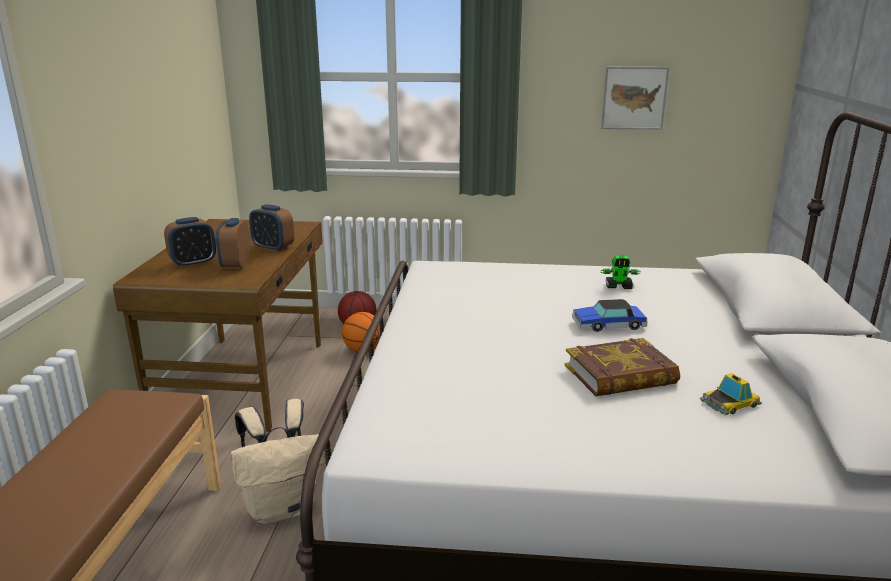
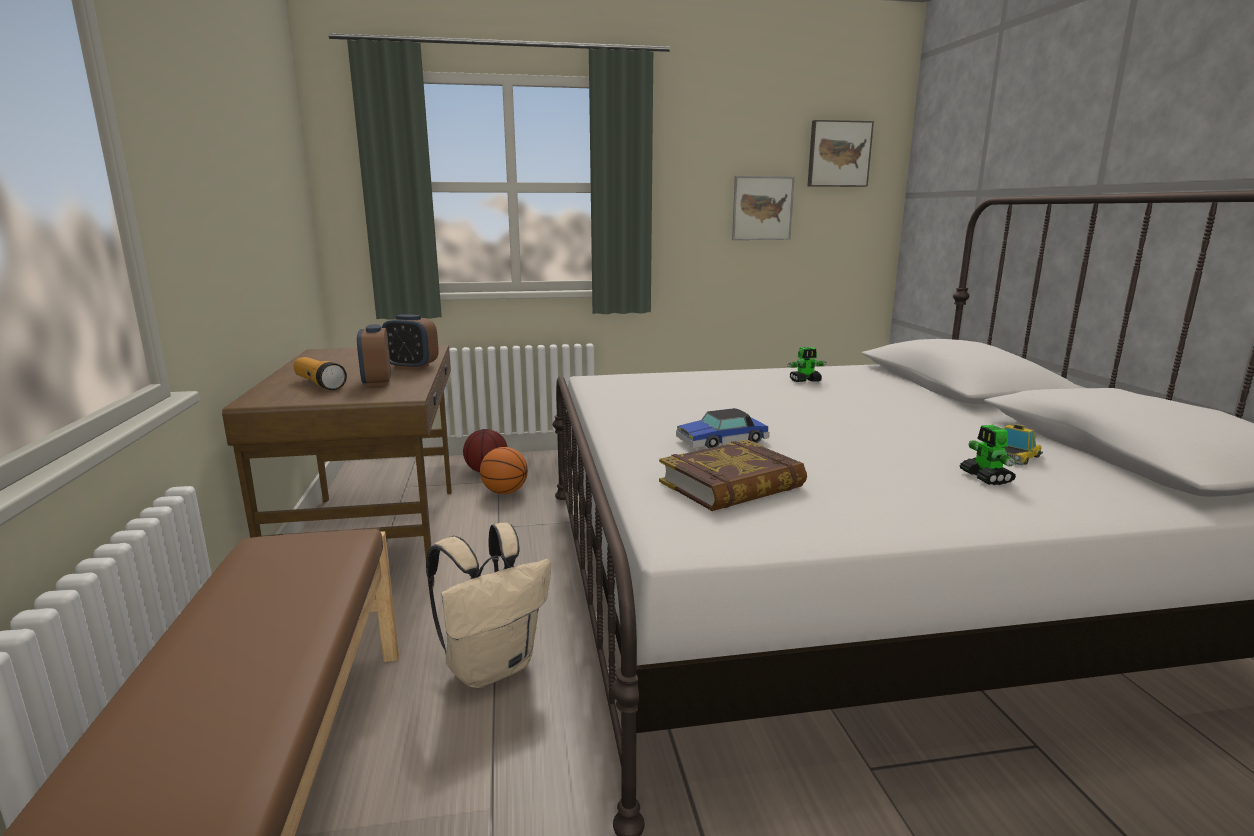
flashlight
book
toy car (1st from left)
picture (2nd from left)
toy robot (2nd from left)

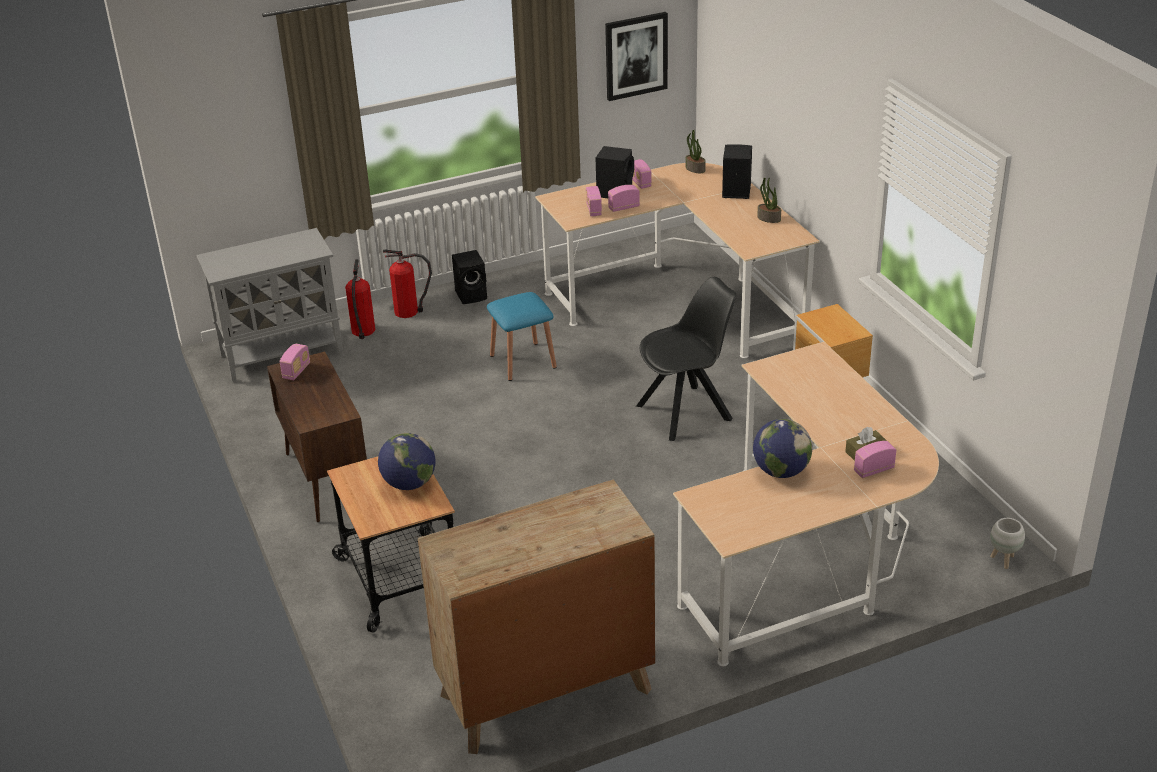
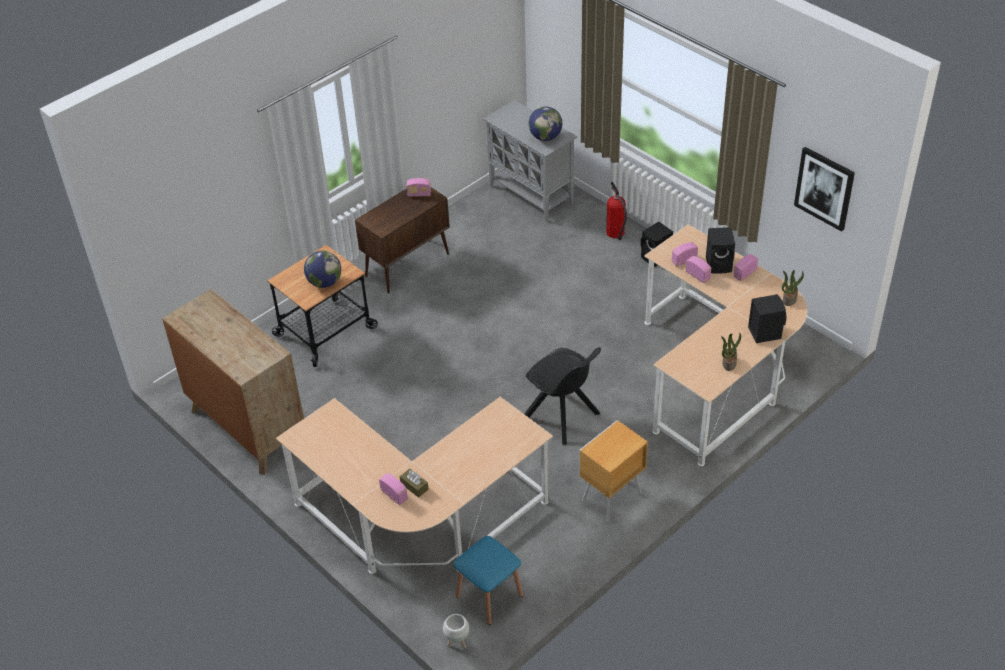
stool/blue
globe (2nd from left)
fire extinguisher (1st from left in the first image)

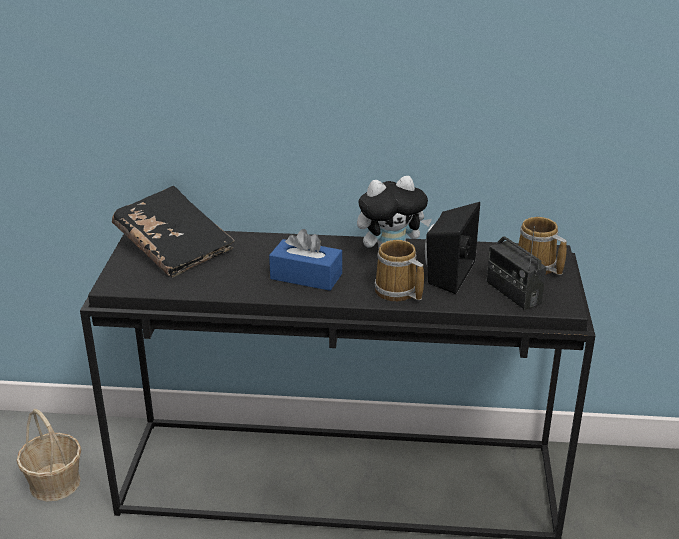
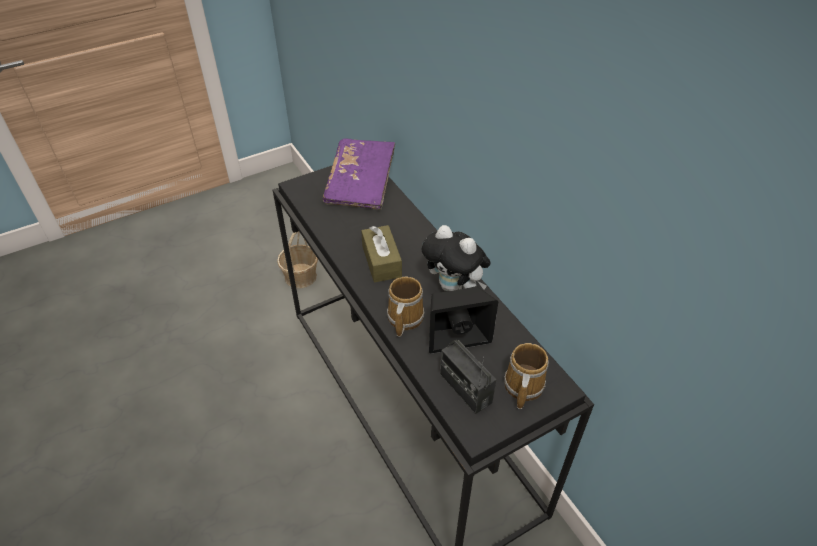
book/purple
tissue box/brown
radio

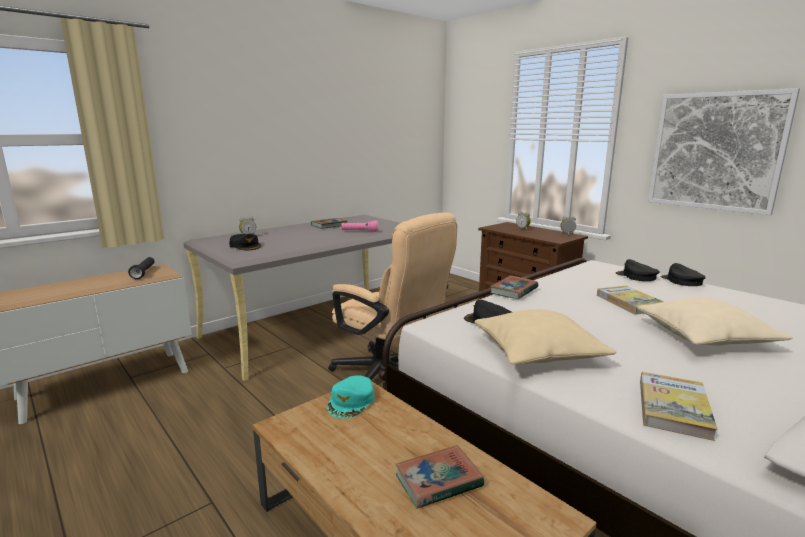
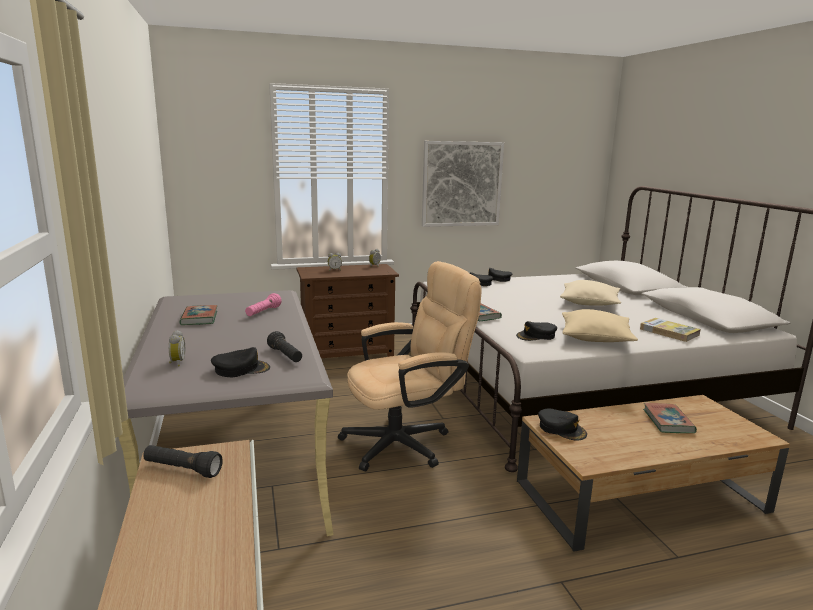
flashlight/black (2nd from left)
cap/black (5th from left)
book (4th from left in the first image)

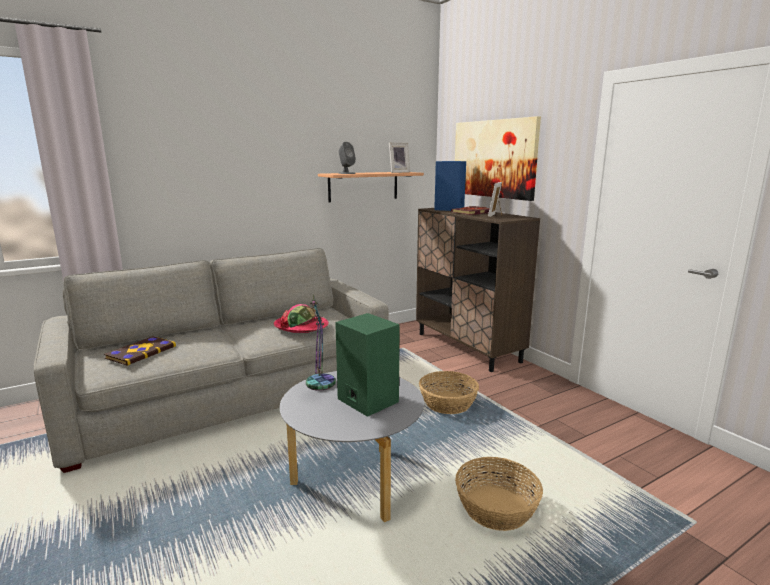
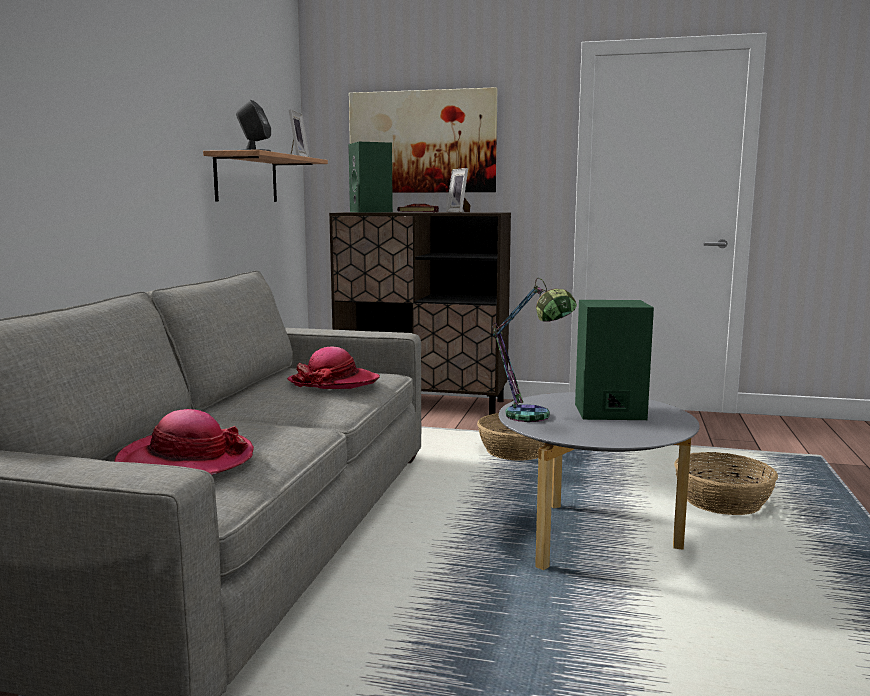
hat (1st from left)
speaker/green (1st from left)

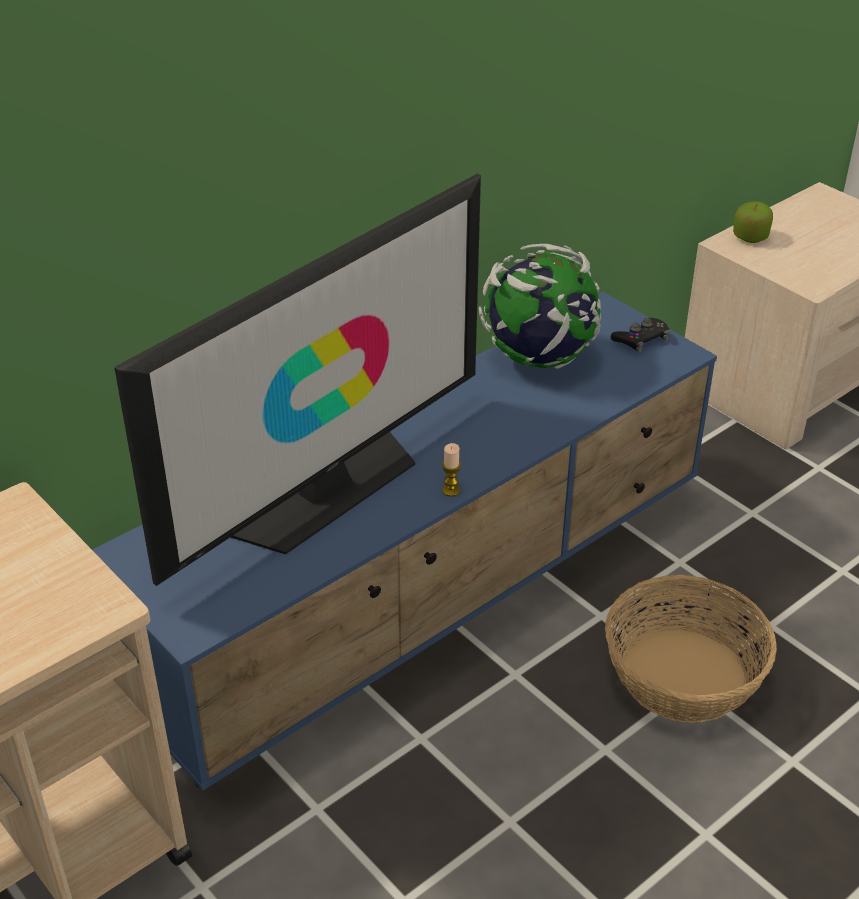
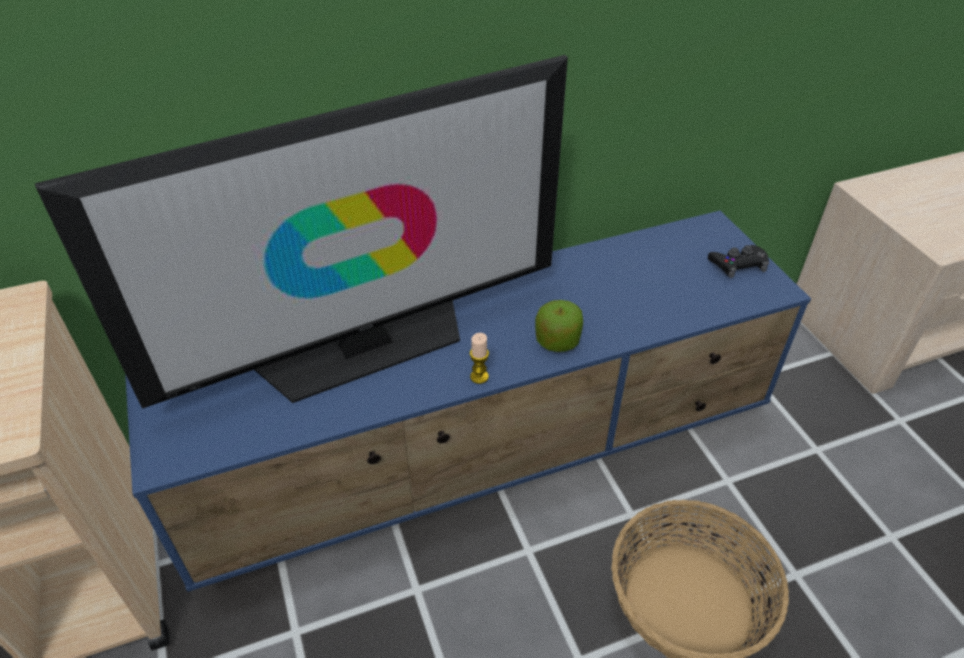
apple
globe

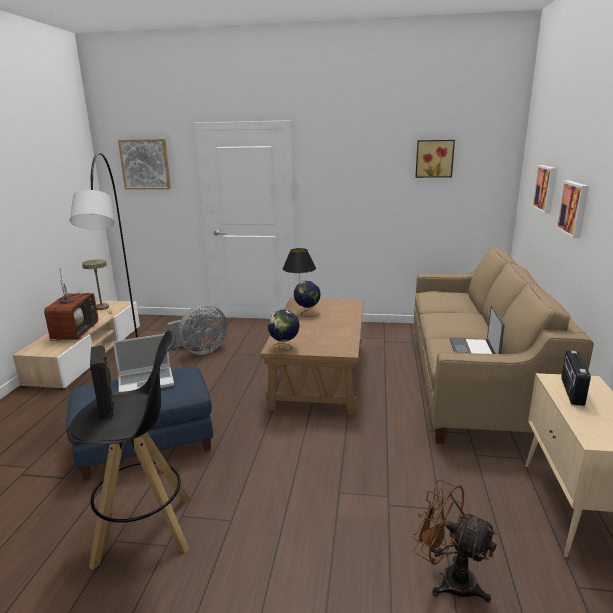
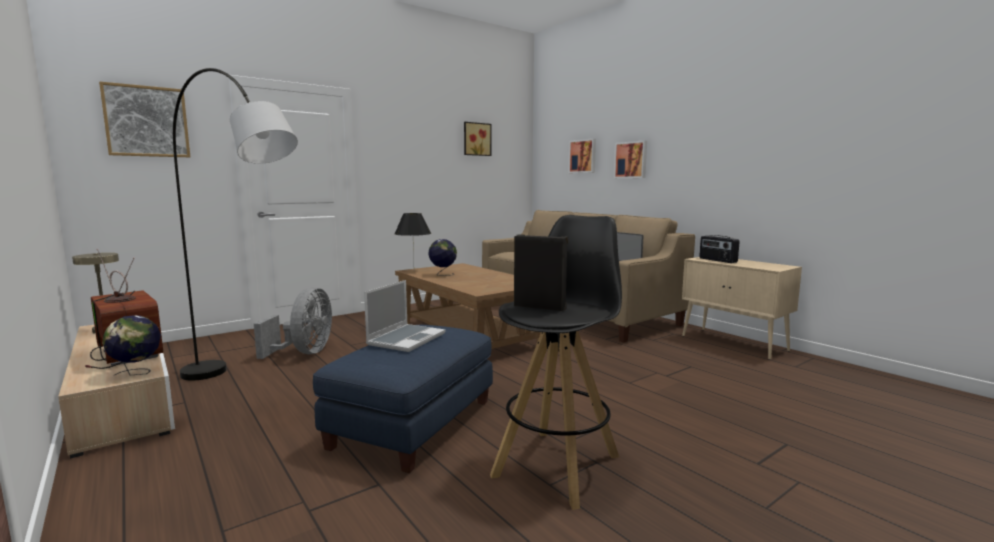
globe (1st from left)
fan/brown

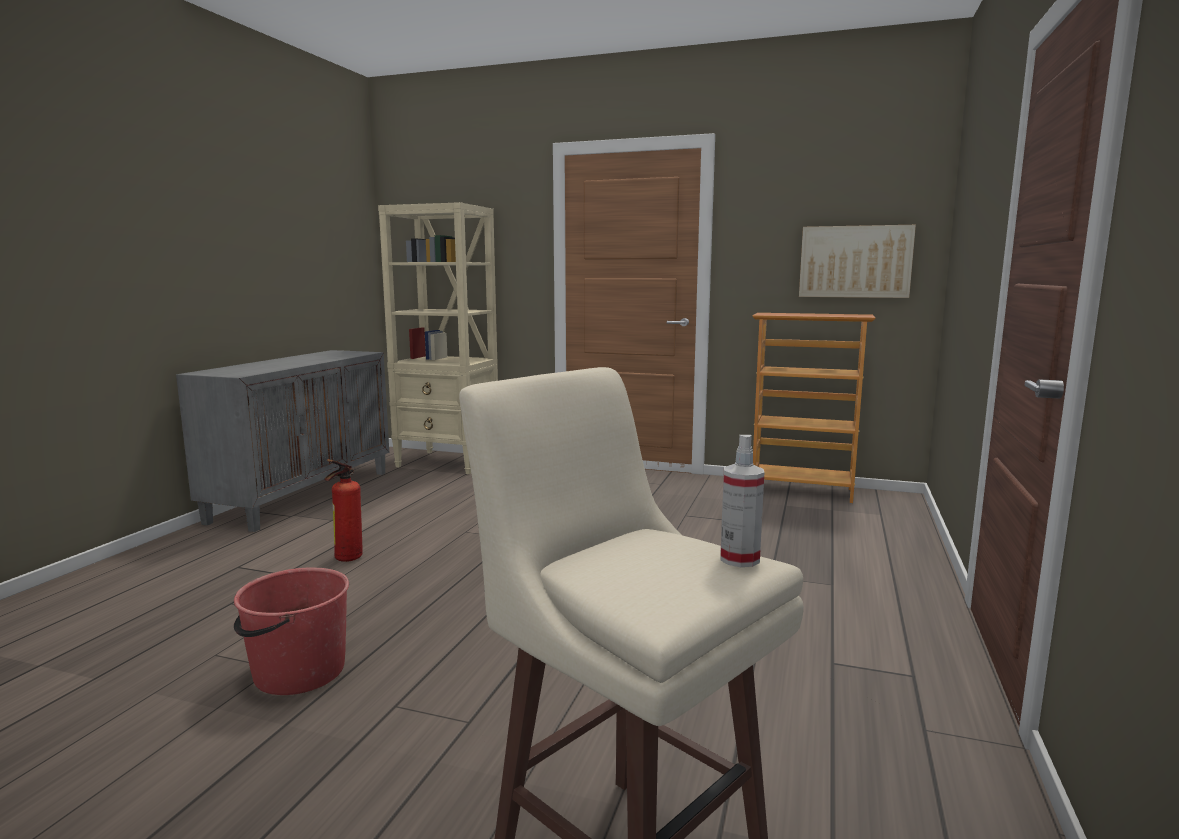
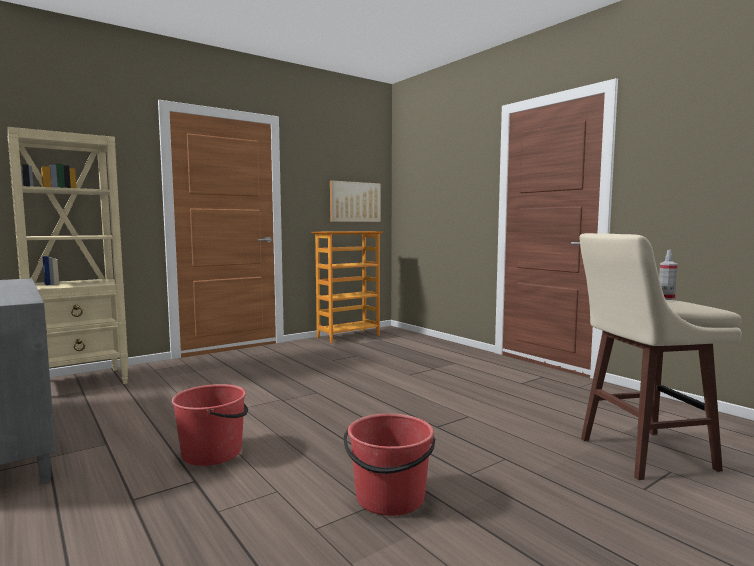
bucket/red (1st from left)

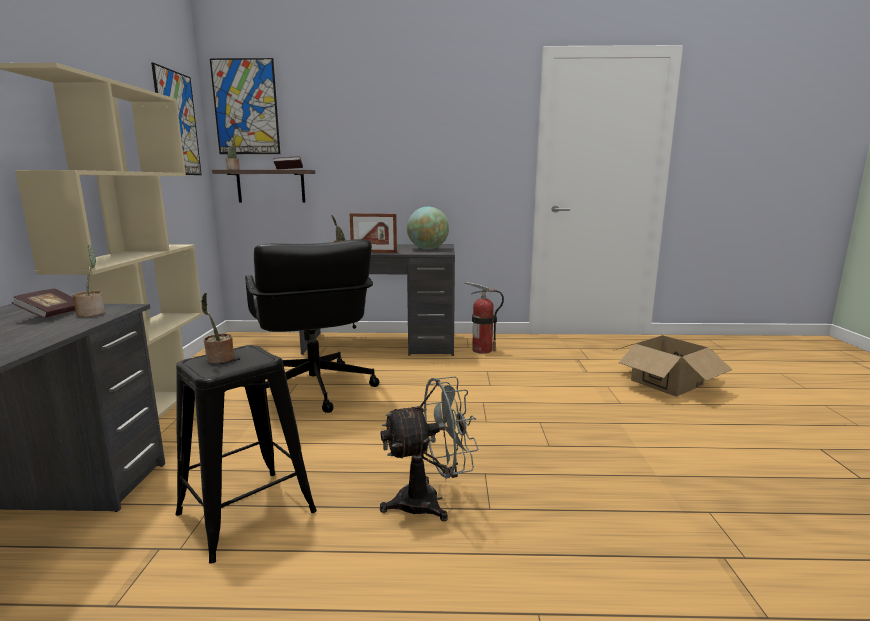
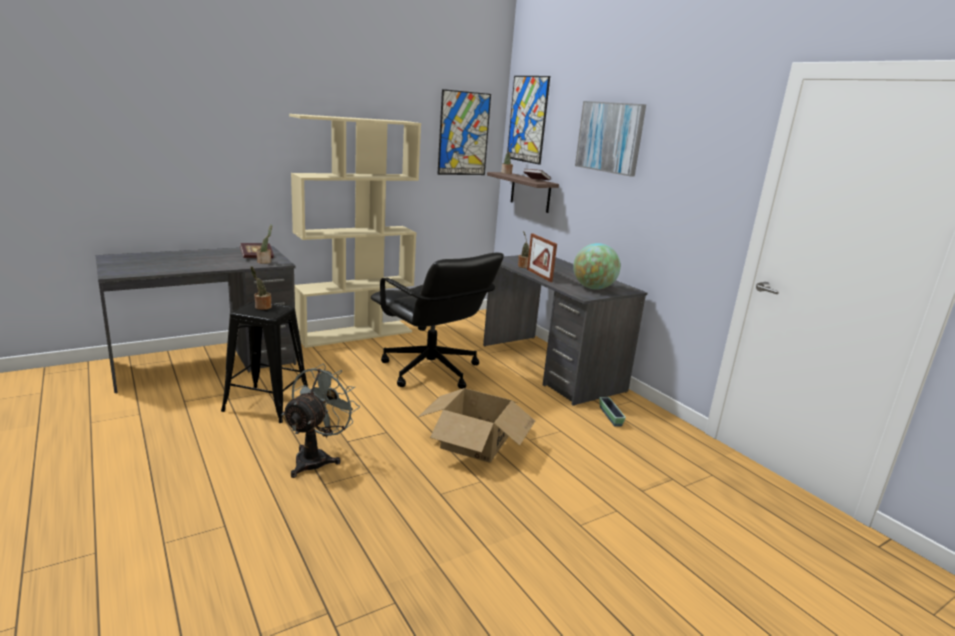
fan/grey
office chair/black
cardboard box
picture (3rd from left)
planter

